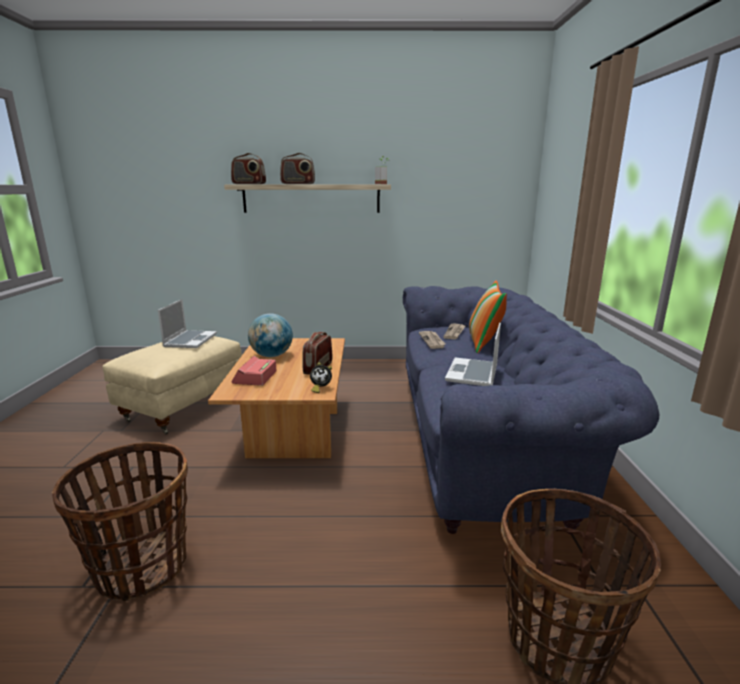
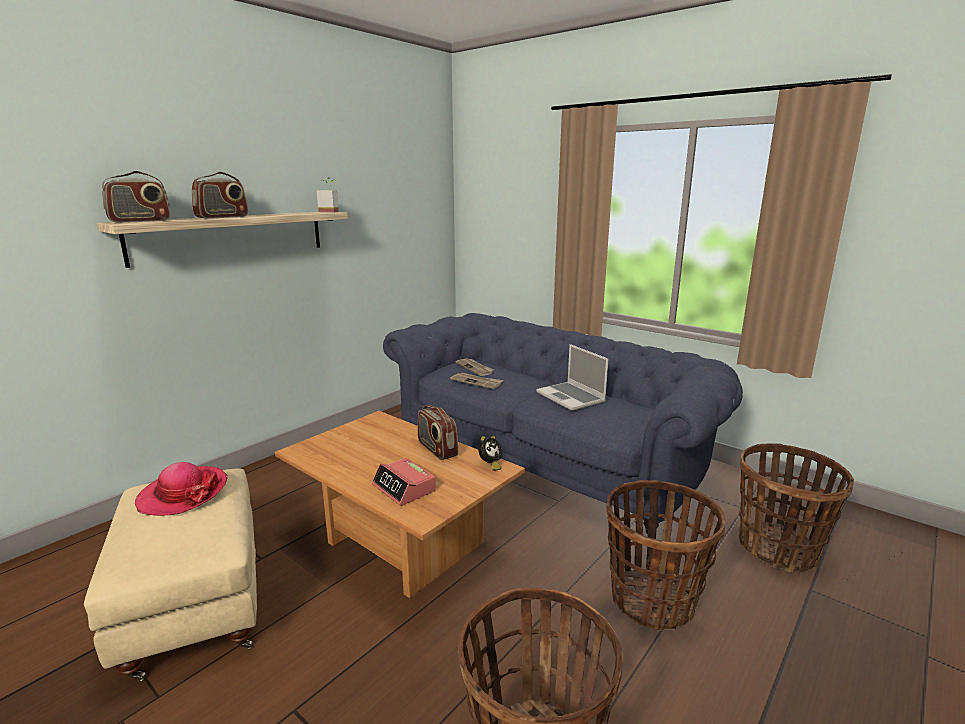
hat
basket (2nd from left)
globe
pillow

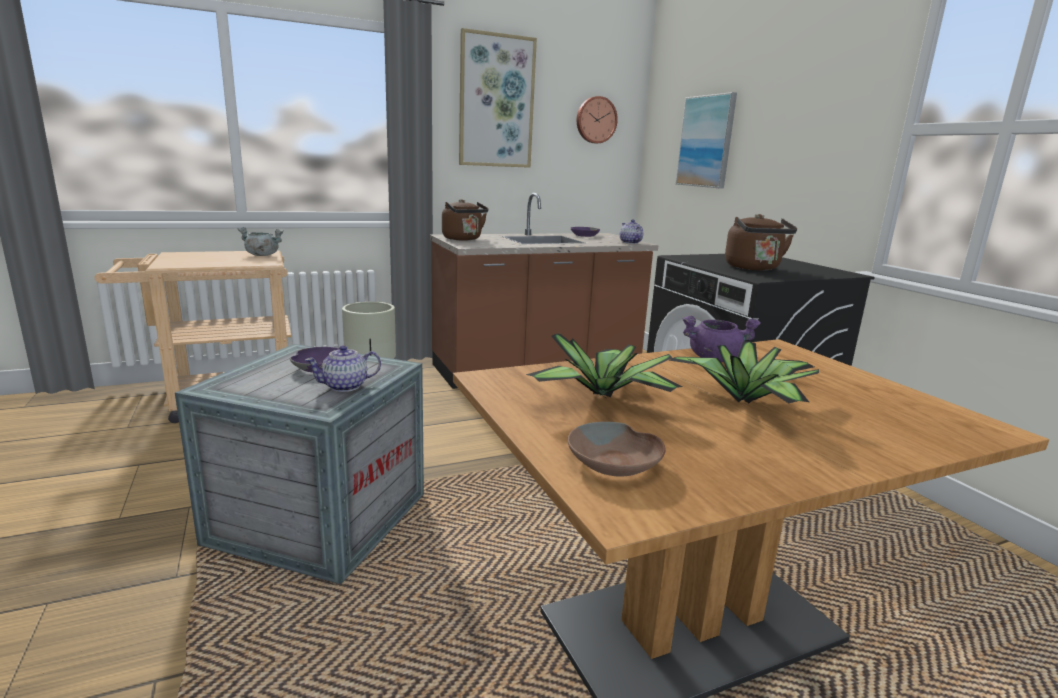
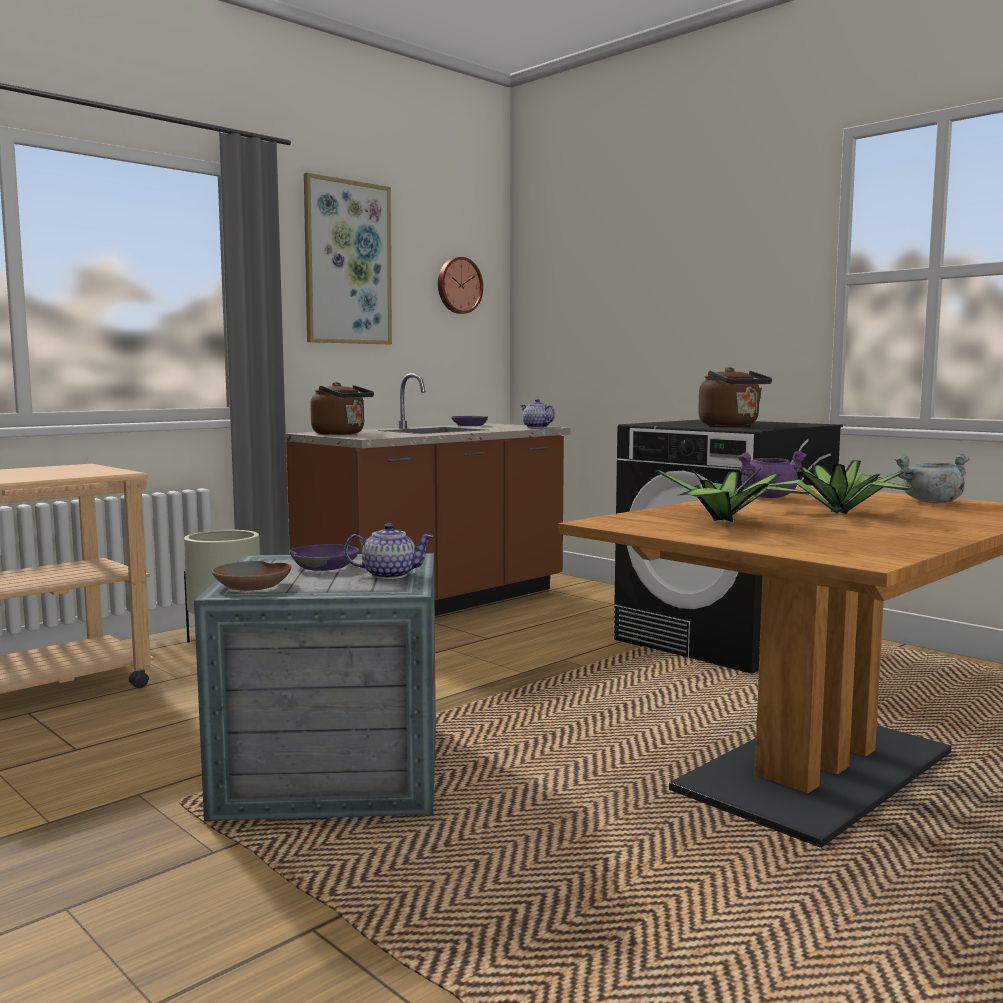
bowl/brown
teapot (1st from left)
cooking pot/grey
picture (2nd from left in the first image)

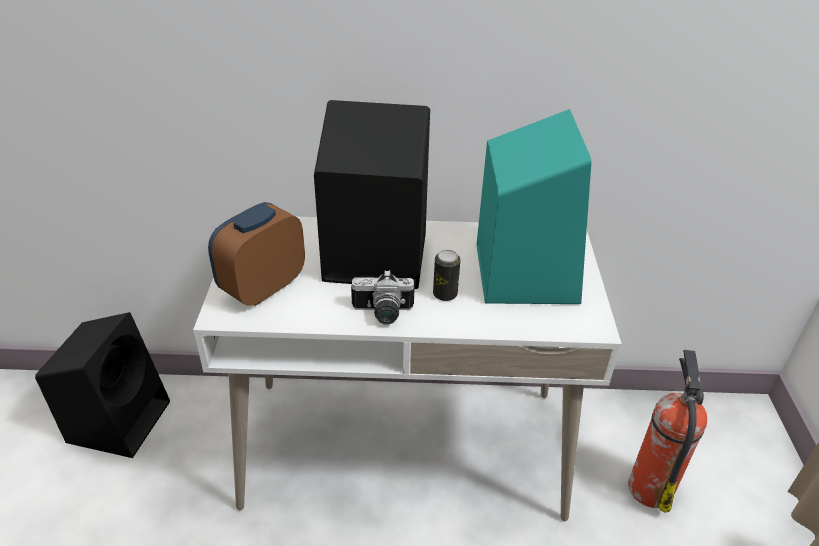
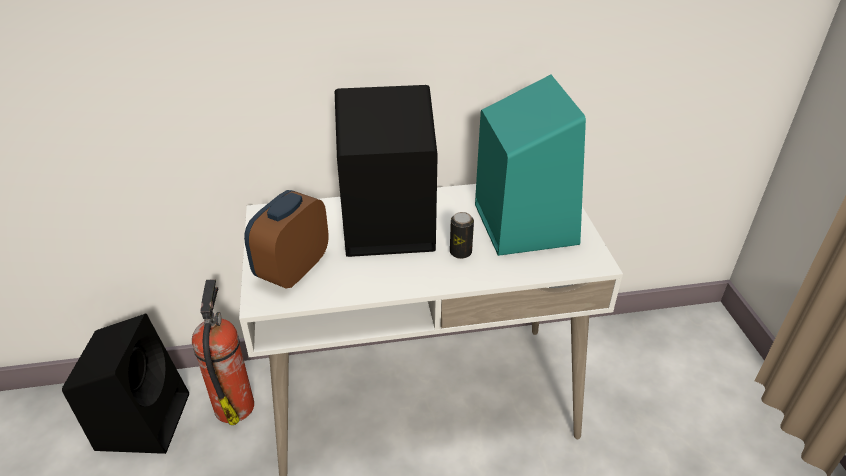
fire extinguisher
photo camera

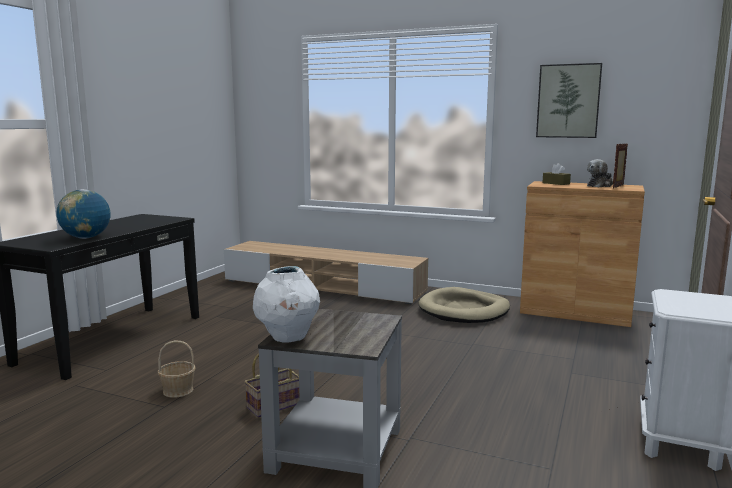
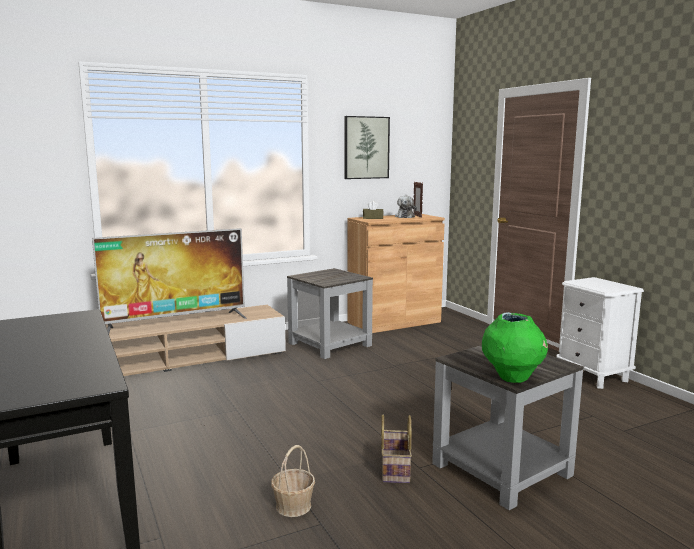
television
side table/grey (1st from left)
vase/green
globe

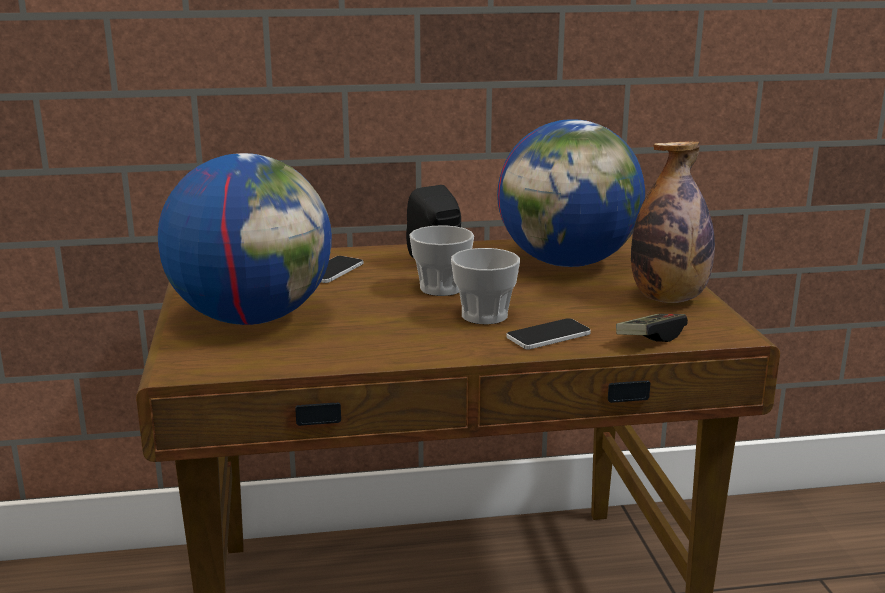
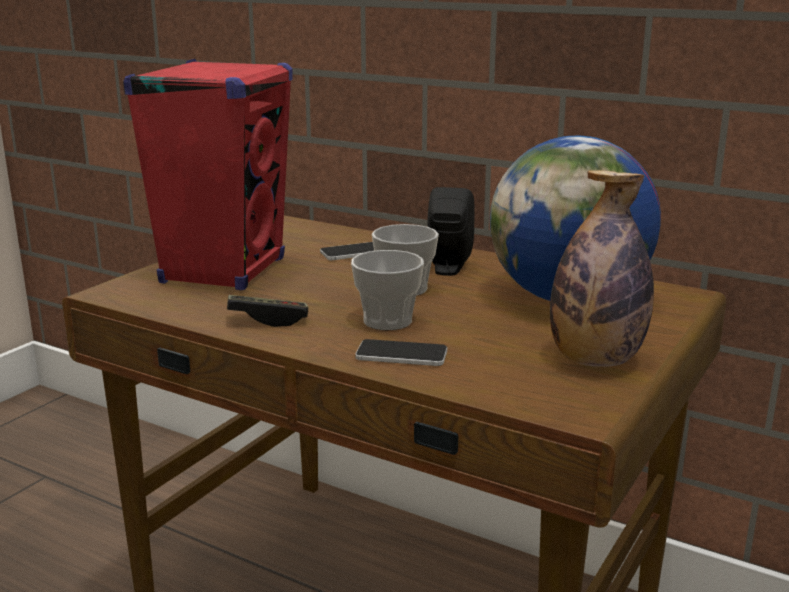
speaker/red
game controller

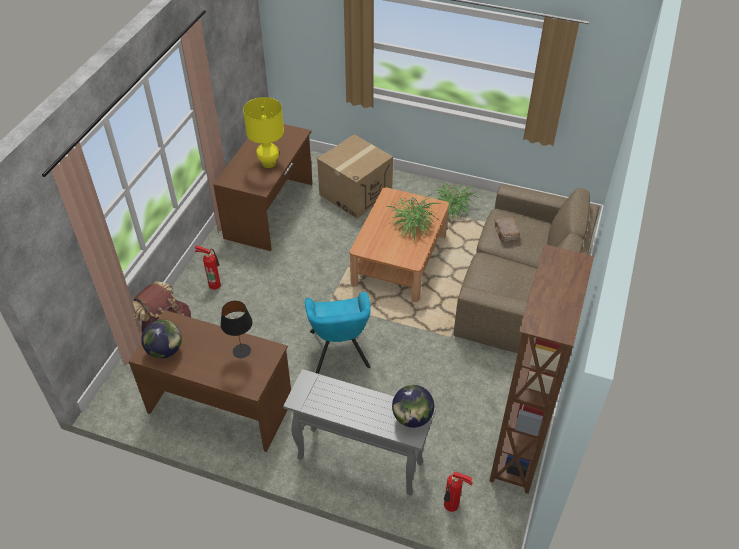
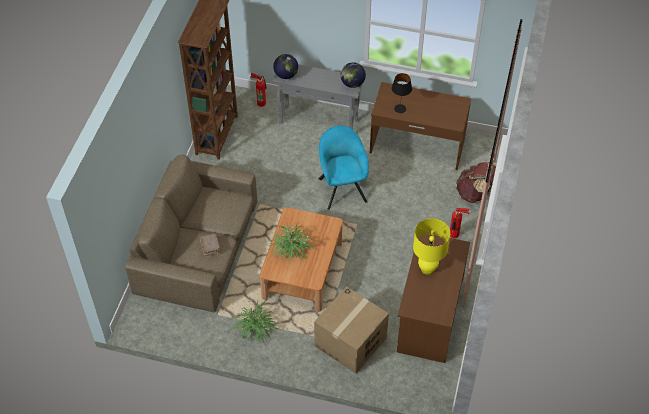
globe (2nd from left)

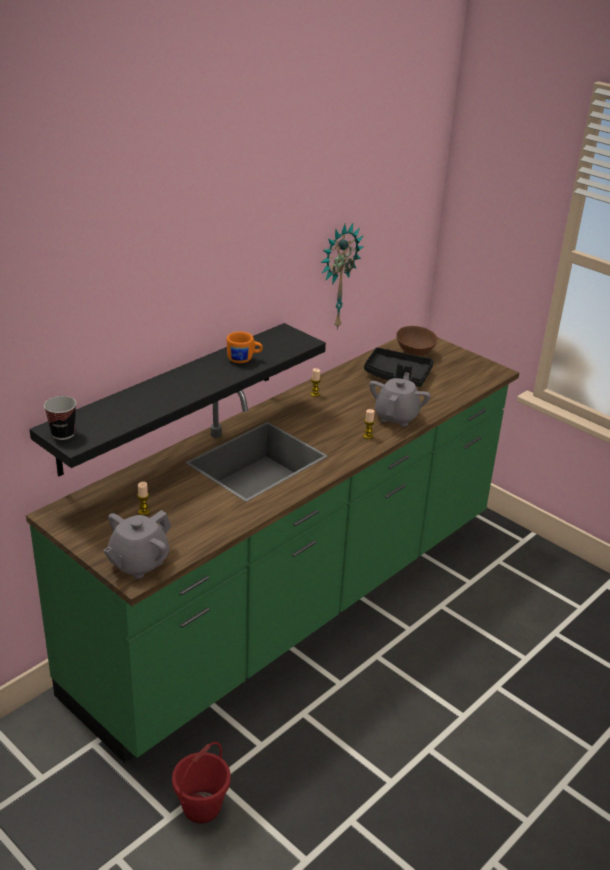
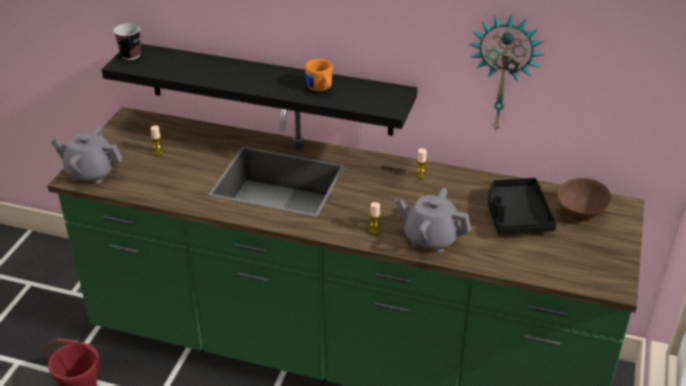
teapot/grey (2nd from left)

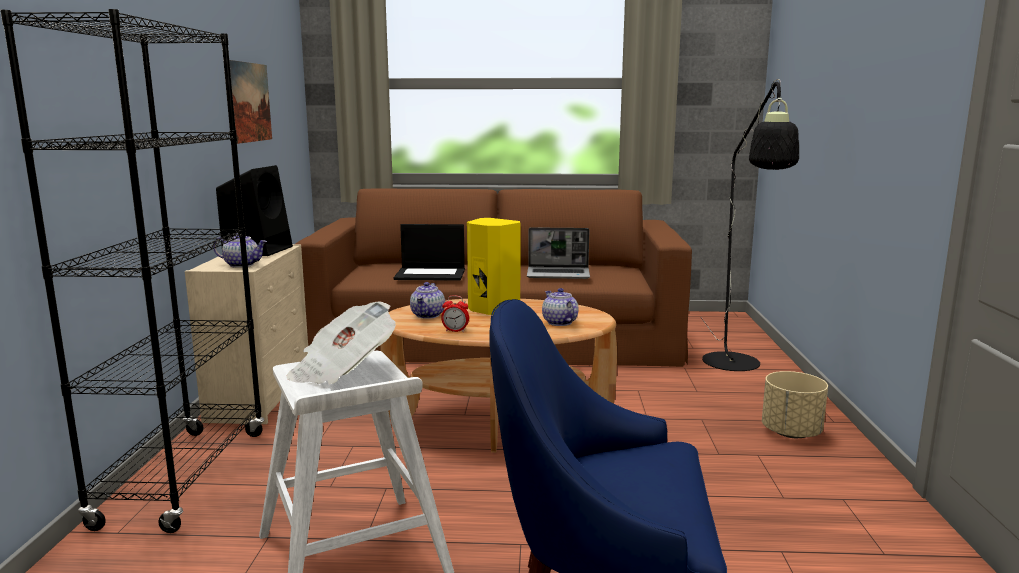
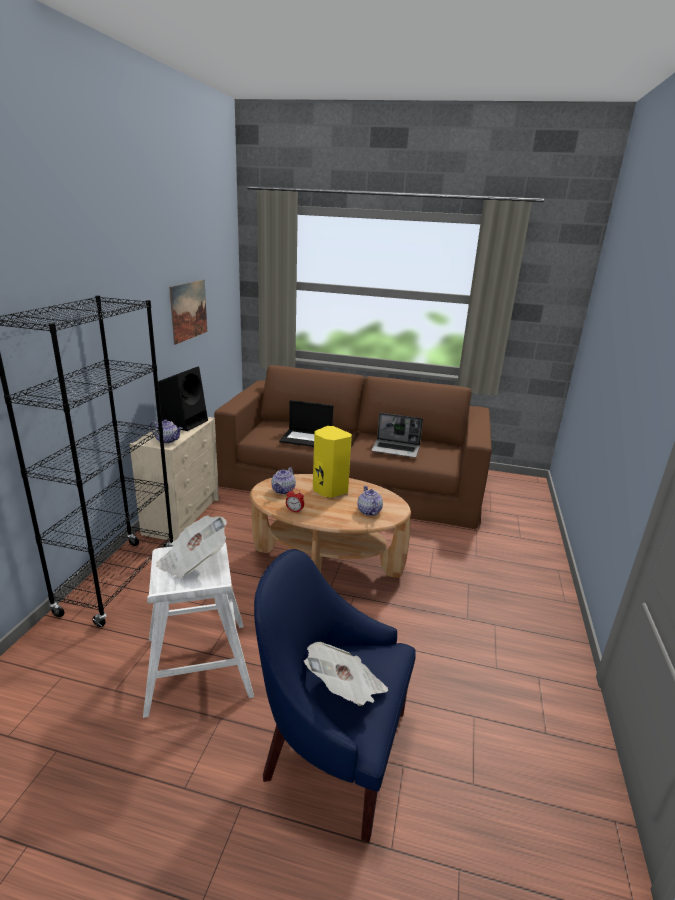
newspaper (2nd from left)
floor lamp/black
planter/beige

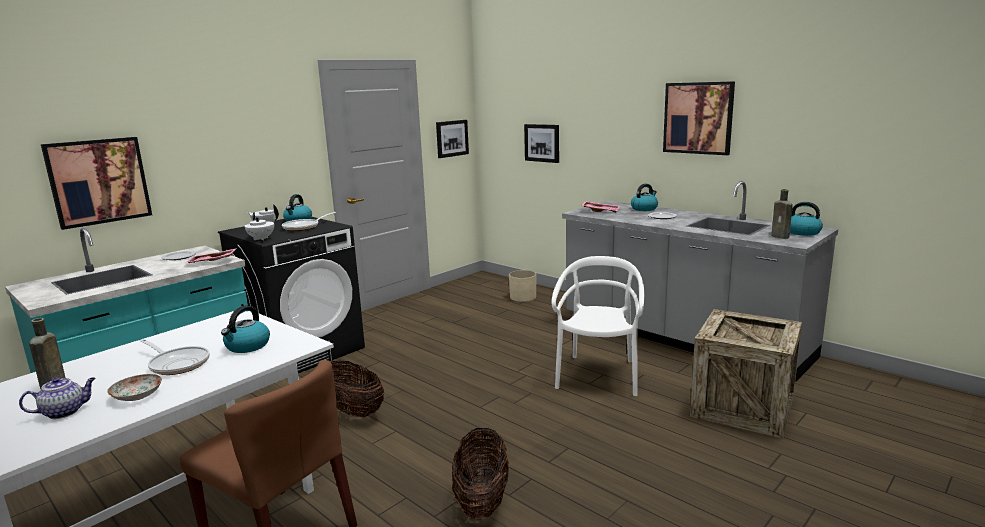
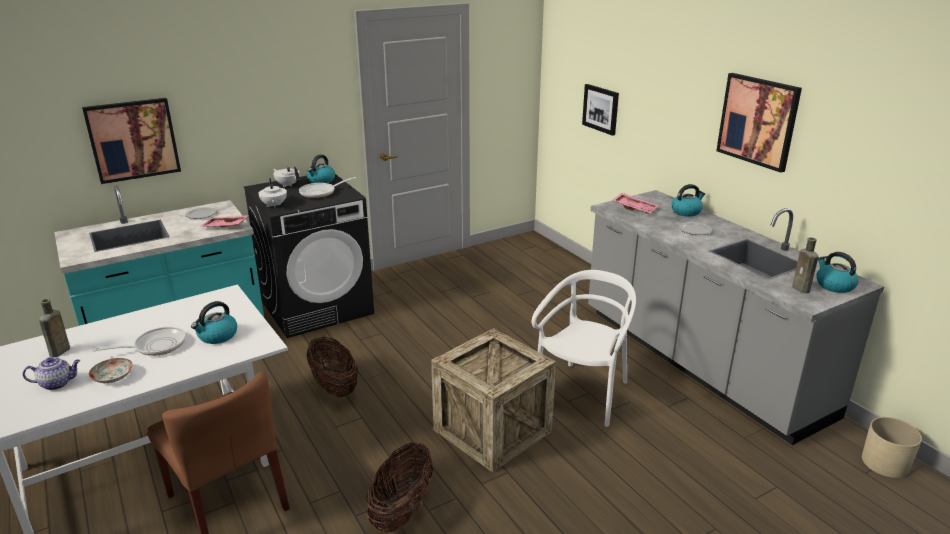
frying pan (1st from left)
crate
planter/beige
picture (2nd from left in the first image)

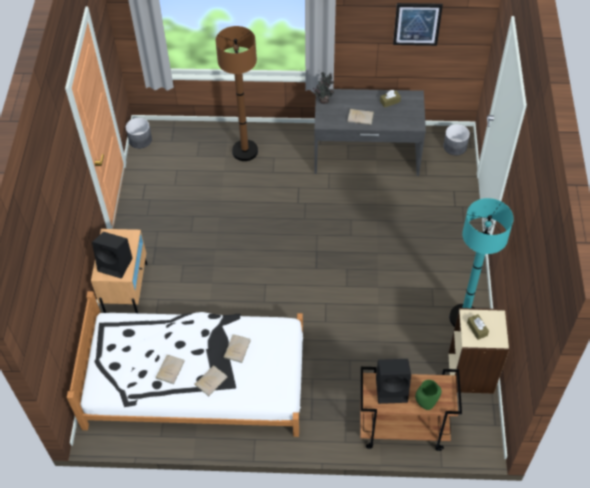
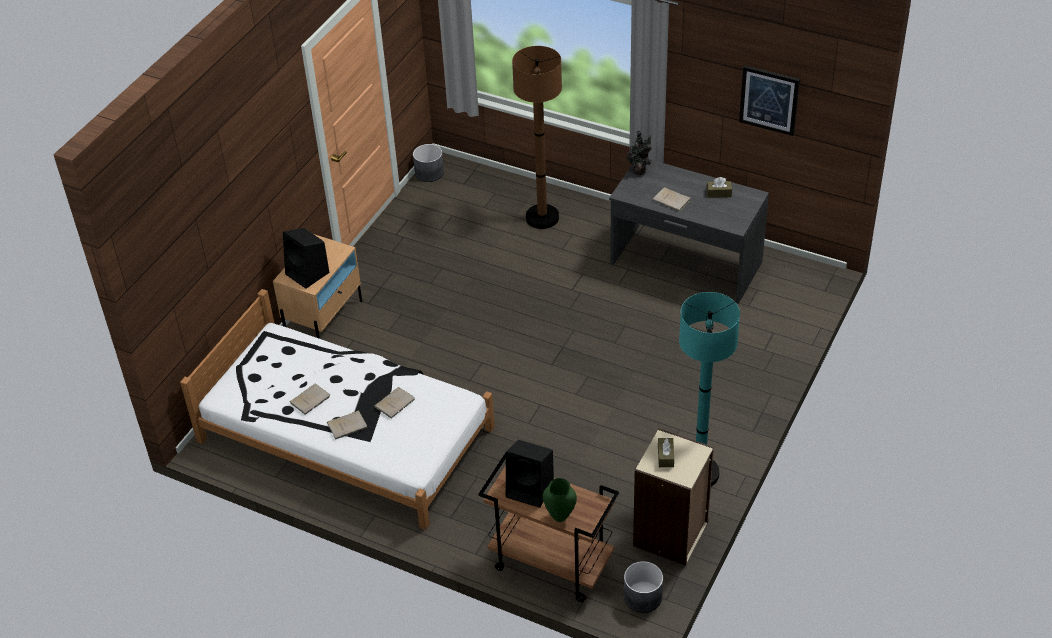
planter/grey (2nd from left)

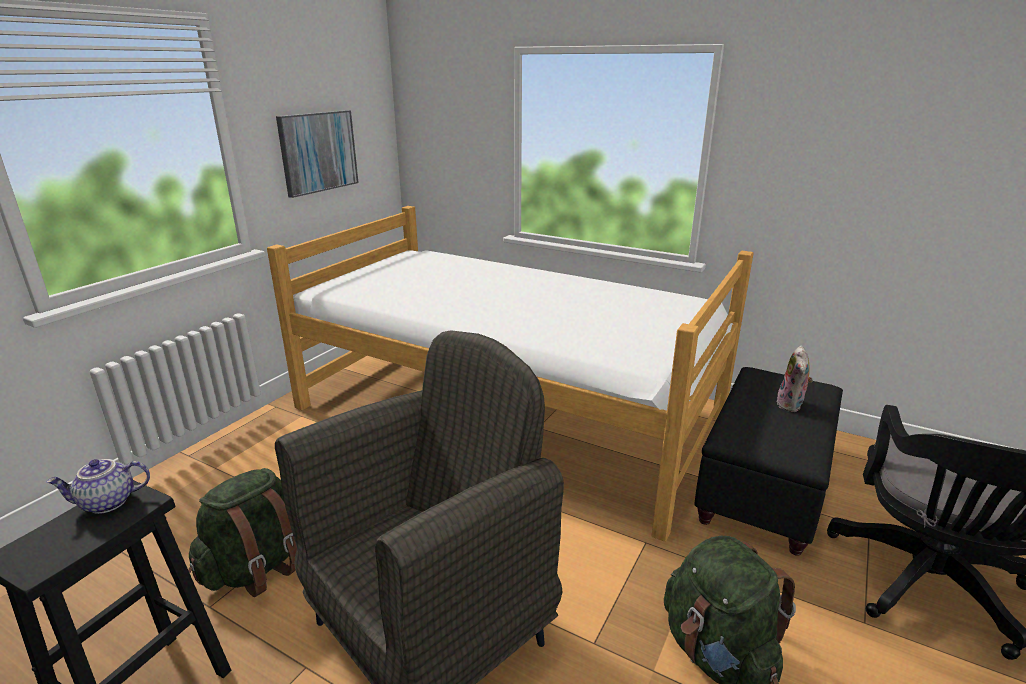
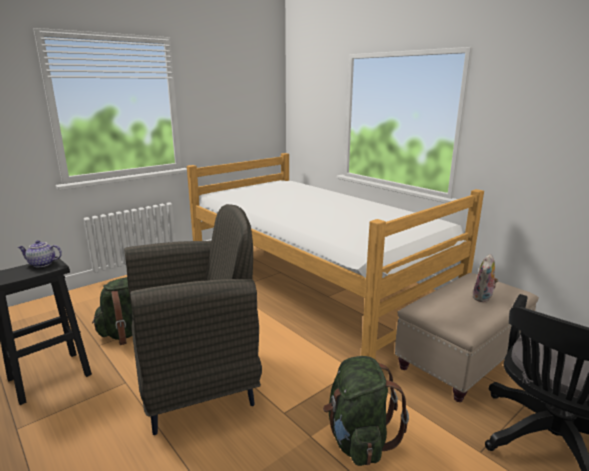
ottoman/beige
picture

